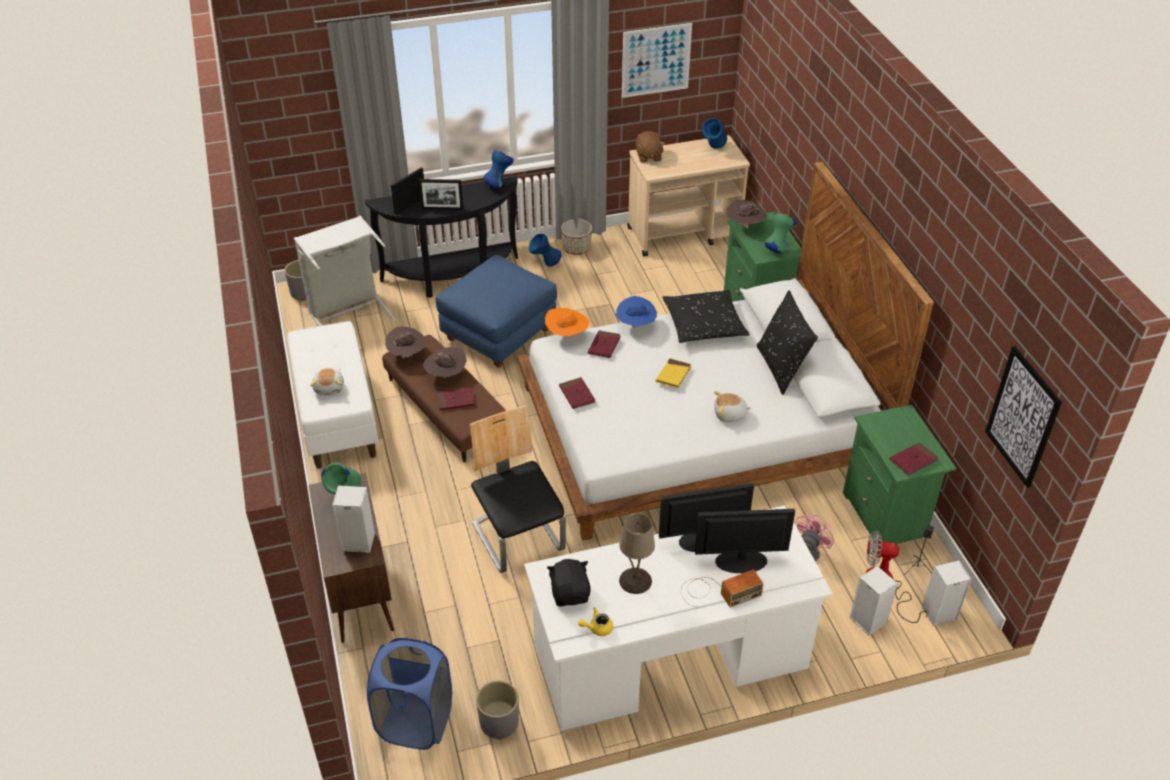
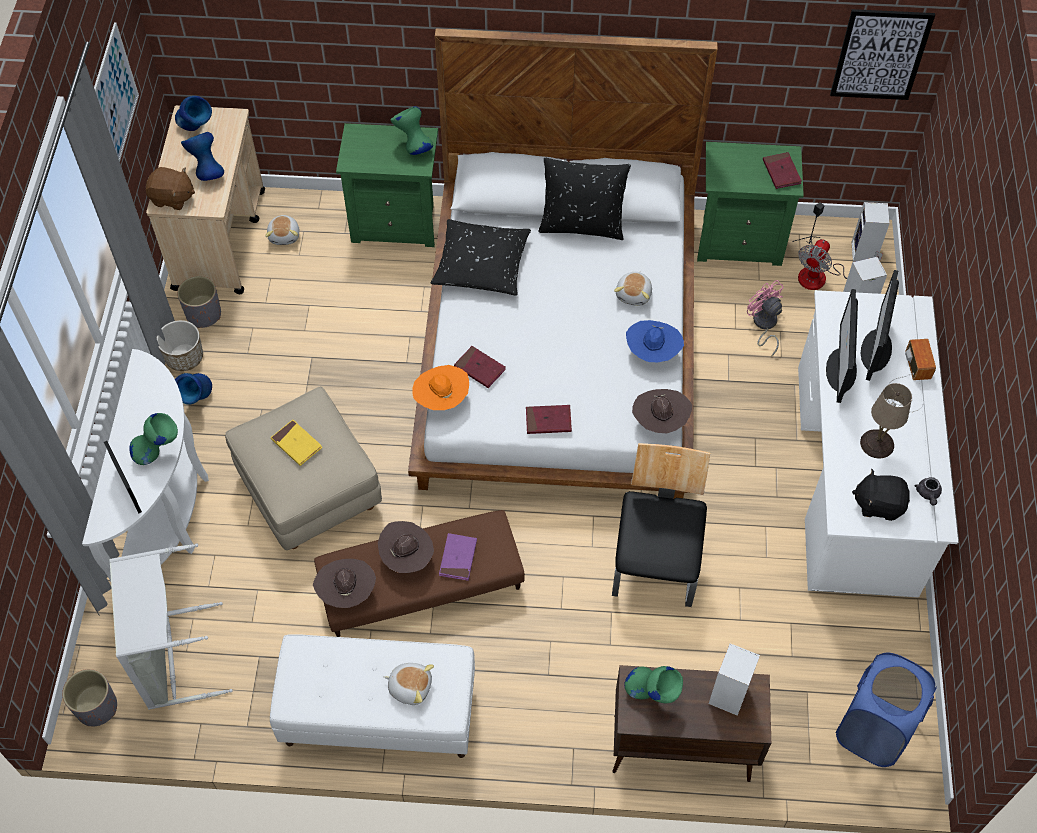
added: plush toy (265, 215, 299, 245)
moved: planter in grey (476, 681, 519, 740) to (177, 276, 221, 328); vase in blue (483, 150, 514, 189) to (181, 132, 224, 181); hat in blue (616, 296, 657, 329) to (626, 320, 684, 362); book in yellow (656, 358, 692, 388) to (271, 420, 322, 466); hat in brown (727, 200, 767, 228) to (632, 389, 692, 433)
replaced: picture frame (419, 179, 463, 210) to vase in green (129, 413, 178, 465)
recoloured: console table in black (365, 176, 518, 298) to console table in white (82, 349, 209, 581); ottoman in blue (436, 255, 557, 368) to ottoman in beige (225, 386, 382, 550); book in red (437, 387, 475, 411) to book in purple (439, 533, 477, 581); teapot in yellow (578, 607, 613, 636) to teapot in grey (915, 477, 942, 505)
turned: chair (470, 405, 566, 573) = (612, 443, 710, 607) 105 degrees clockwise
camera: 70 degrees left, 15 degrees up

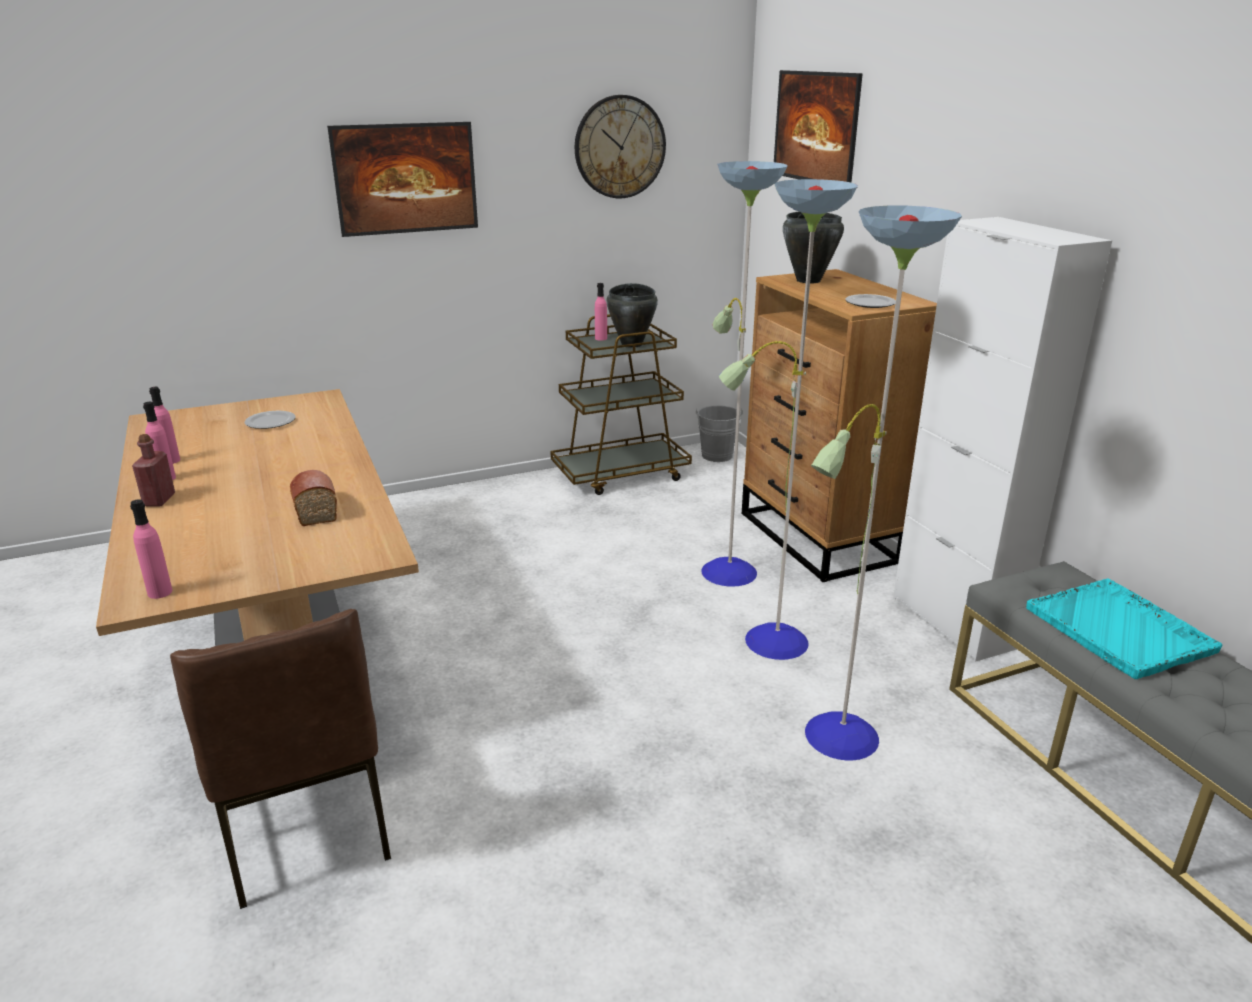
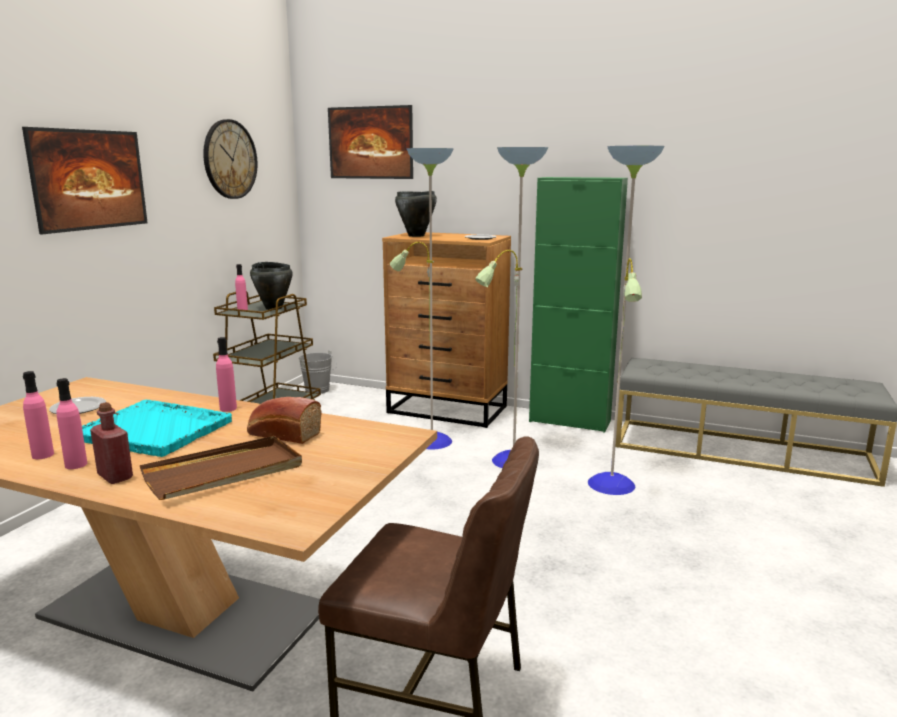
added: tray in brown (140, 436, 302, 500)
moved: bottle in pink (130, 499, 172, 599) to (216, 337, 237, 412); tray in turquoise (1026, 579, 1222, 679) to (82, 400, 232, 457)
recoloured: cabinet in white (893, 217, 1112, 662) to cabinet in green (529, 177, 628, 433)
camera: 45 degrees left, 10 degrees down

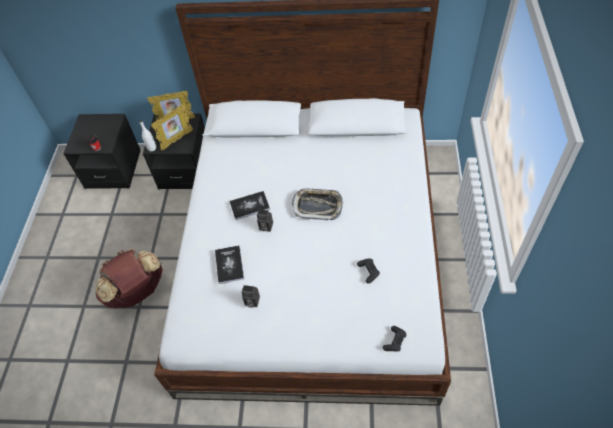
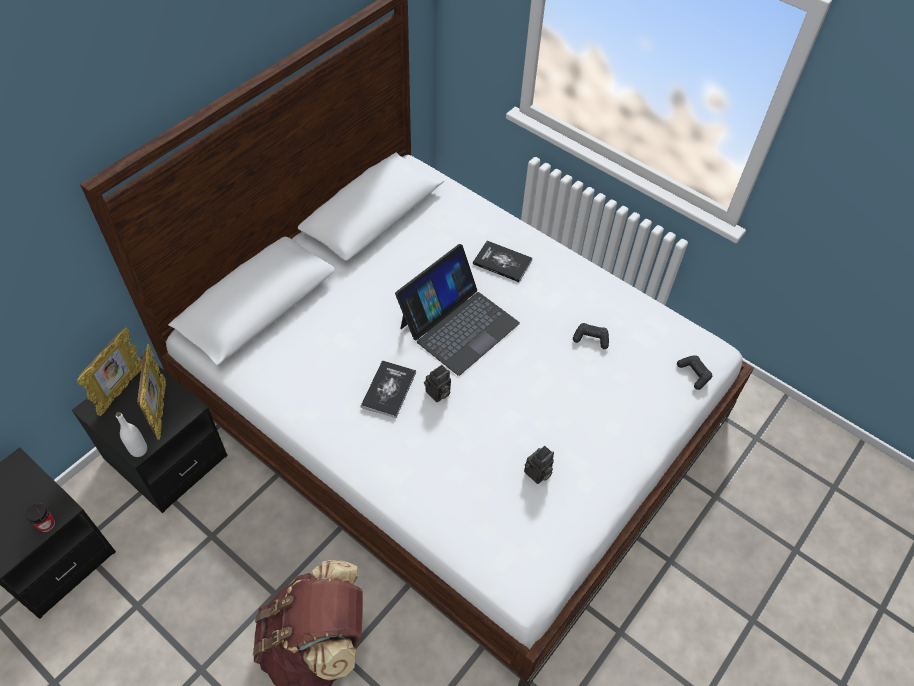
moved: book (215, 245, 244, 284) to (473, 241, 532, 282)
replaced: tray (292, 189, 343, 220) to laptop (395, 244, 520, 376)
camera: 60 degrees left, 0 degrees up

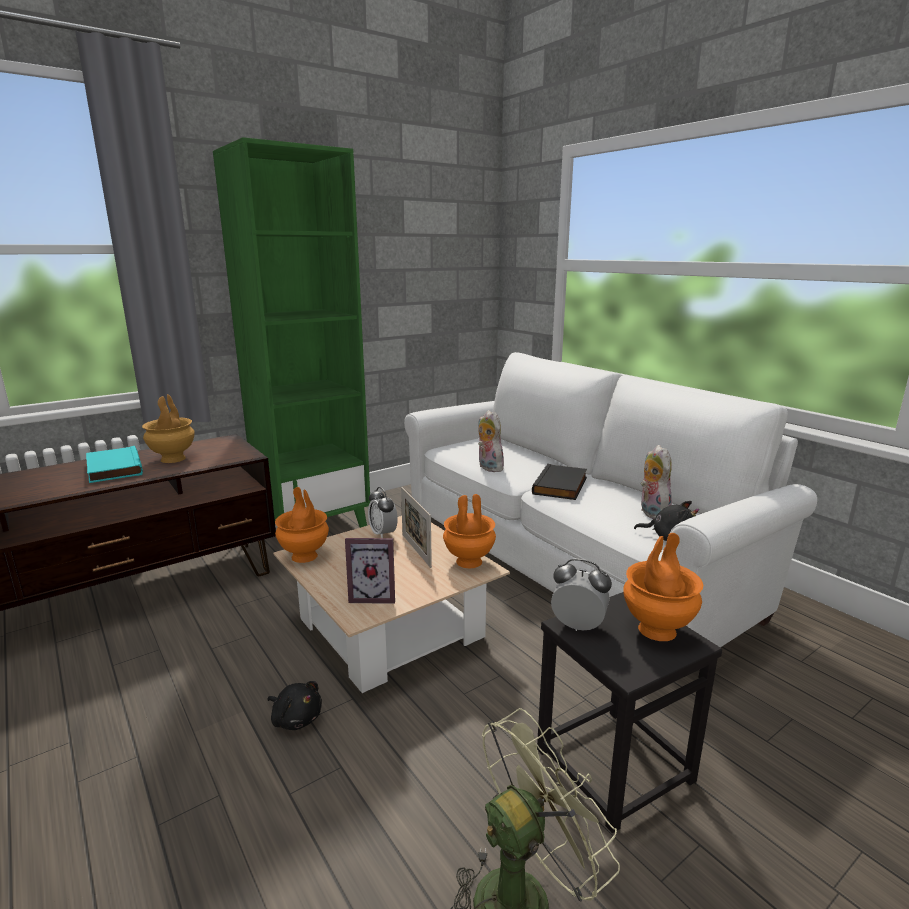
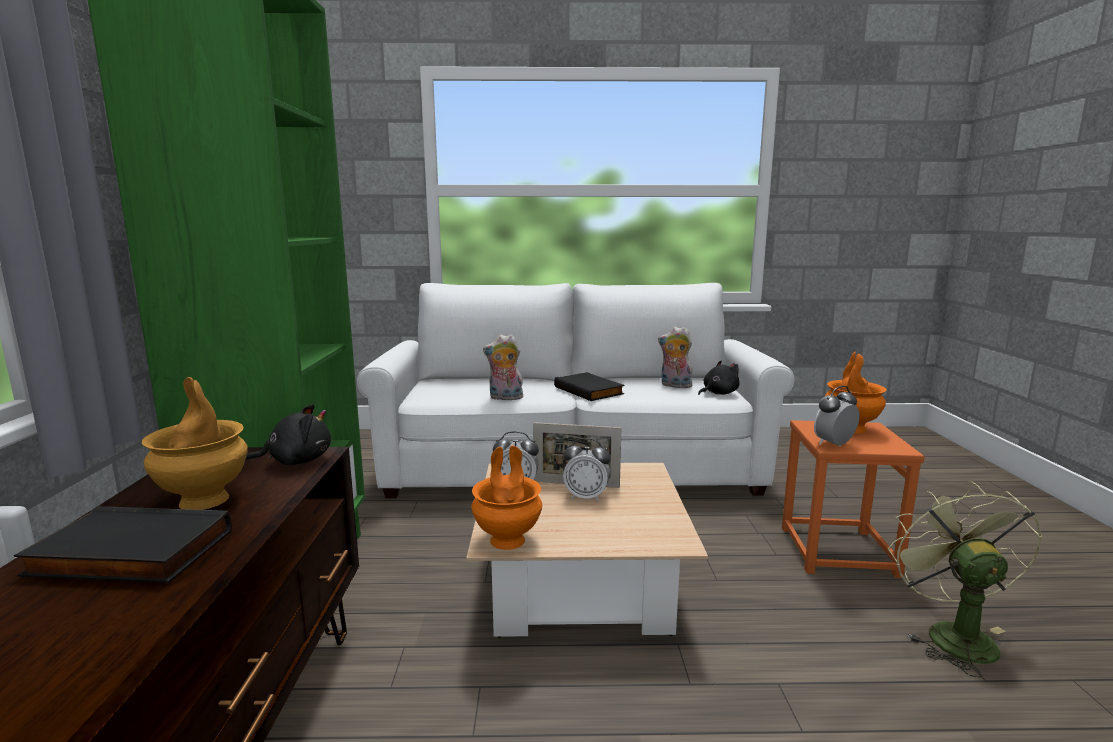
removed: picture frame (345, 538, 395, 604); vase in orange (443, 494, 496, 568)
added: alarm clock (563, 438, 611, 502)
moved: plush toy in black (267, 681, 322, 730) to (245, 404, 331, 465)
recoloured: book in turquoise (86, 446, 143, 483) to book in black (14, 507, 232, 583); stool in black (537, 592, 722, 833) to stool in orange (782, 420, 925, 578)
camera: 55 degrees left, 5 degrees down

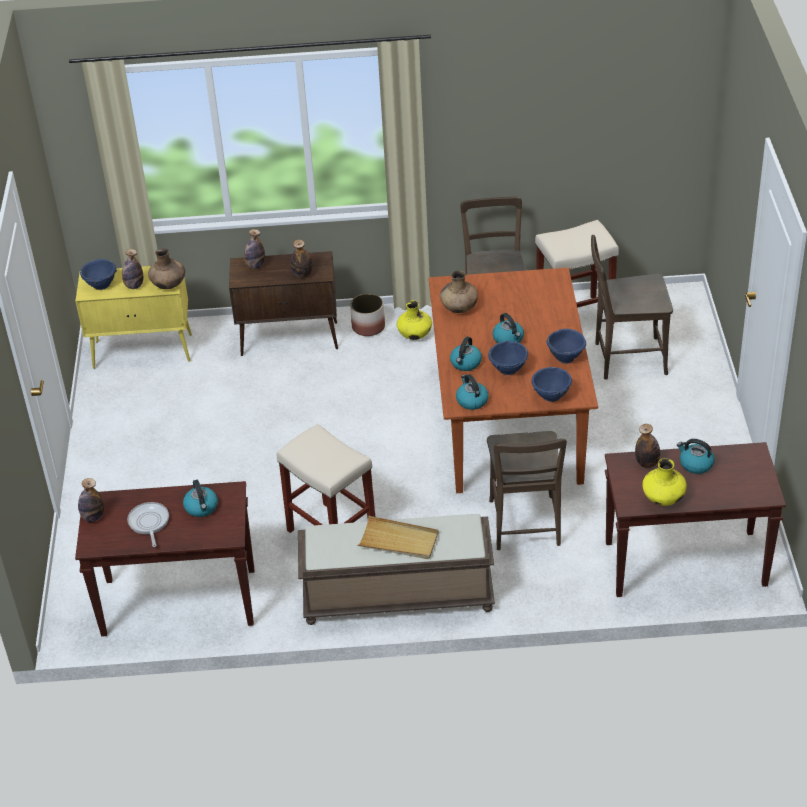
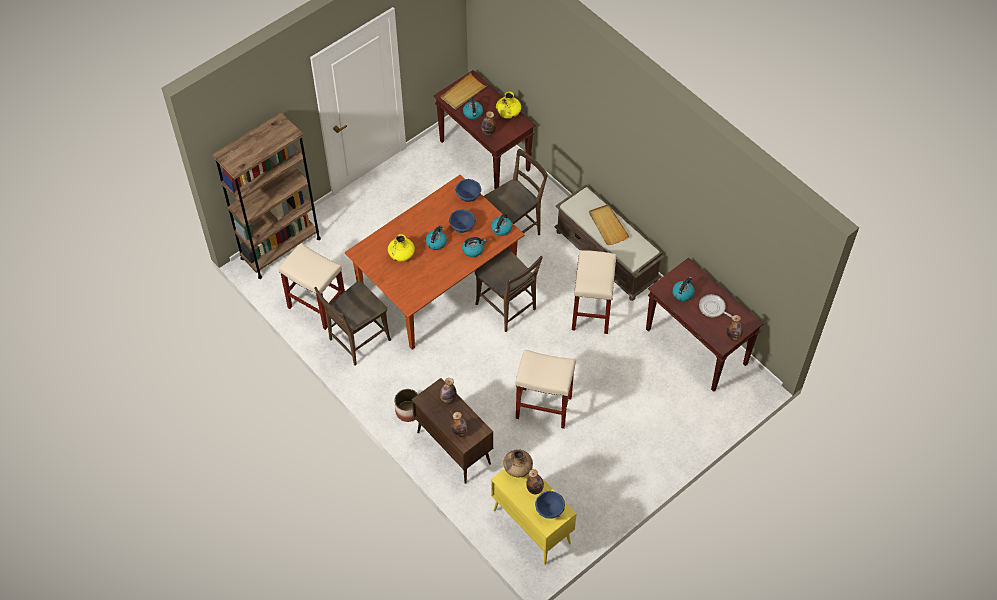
removed: vase in brown (440, 270, 478, 313); bowl in blue (546, 329, 586, 364)
added: bookcase in brown (212, 112, 321, 279); tray in beige (441, 73, 487, 110); stool in beige (515, 349, 576, 429)
moved: vase in yellow (397, 300, 432, 340) to (388, 234, 415, 262); chair in brown (591, 235, 673, 380) to (475, 248, 543, 332)
turned: frying pan (127, 502, 169, 547) = (699, 294, 732, 318) 90 degrees clockwise
camera: 130 degrees left, 15 degrees up

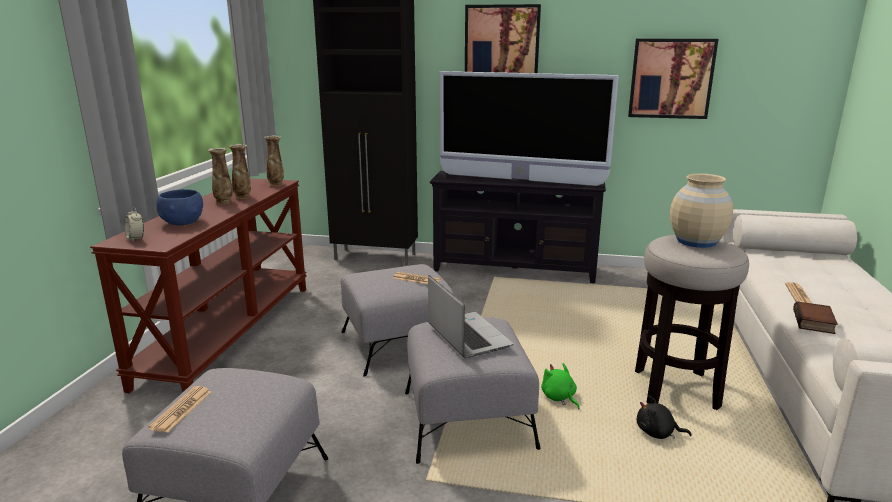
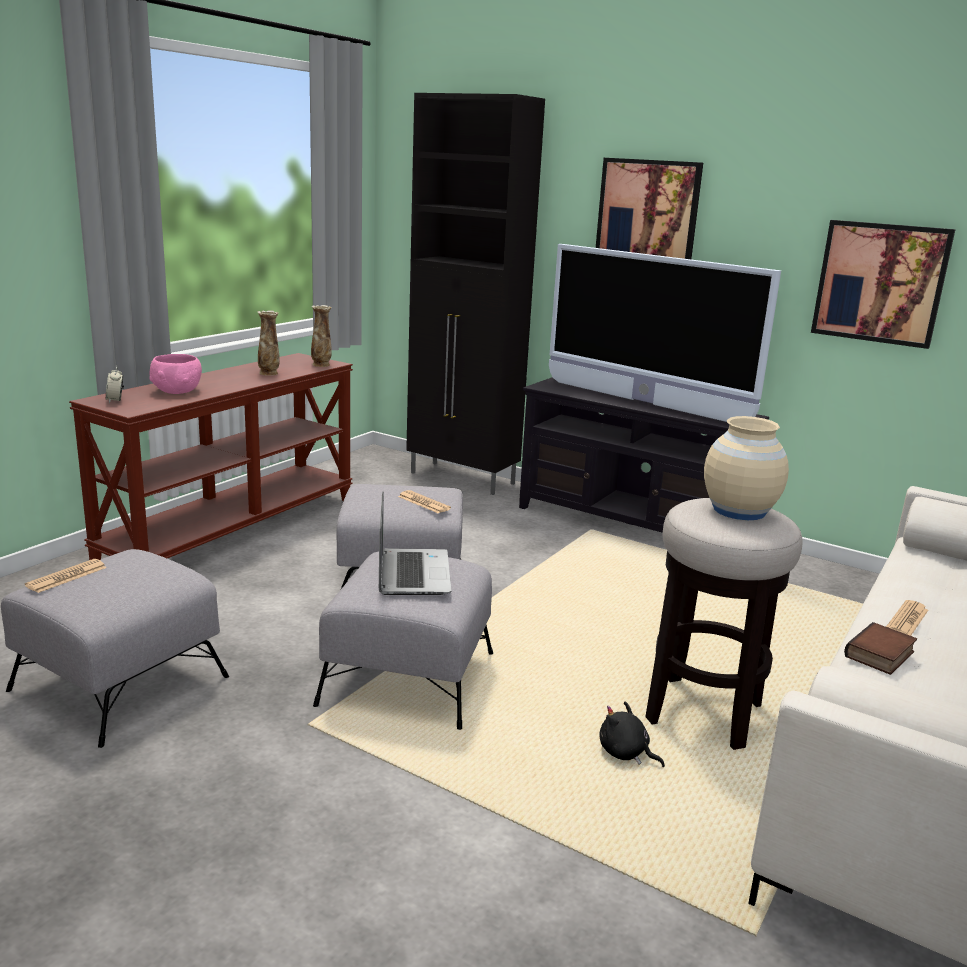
removed: vase (208, 148, 233, 204); plush toy in green (541, 363, 580, 409)
recoloured: bowl in blue (156, 189, 203, 225) to bowl in pink (150, 354, 202, 394)
camera: 20 degrees right, 0 degrees up

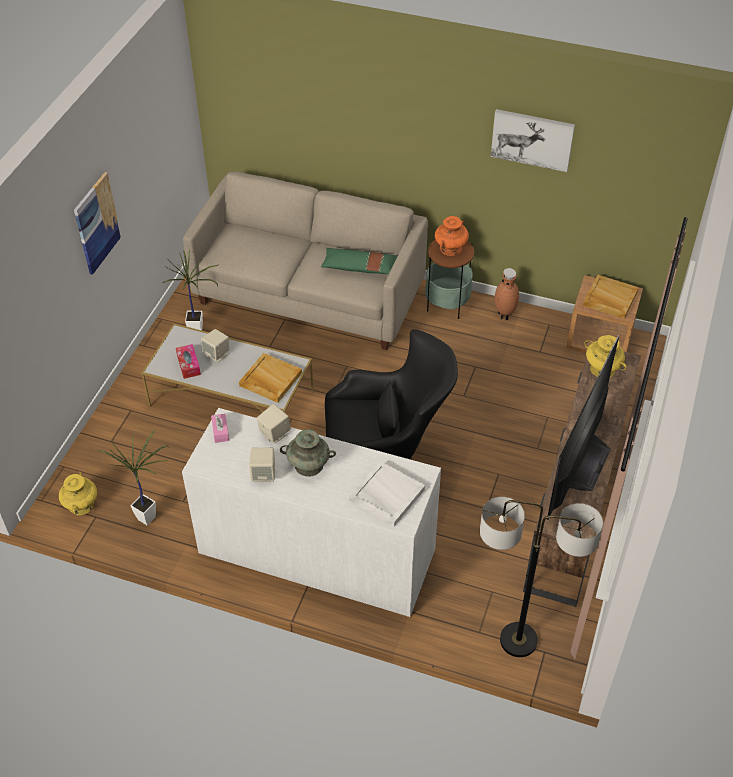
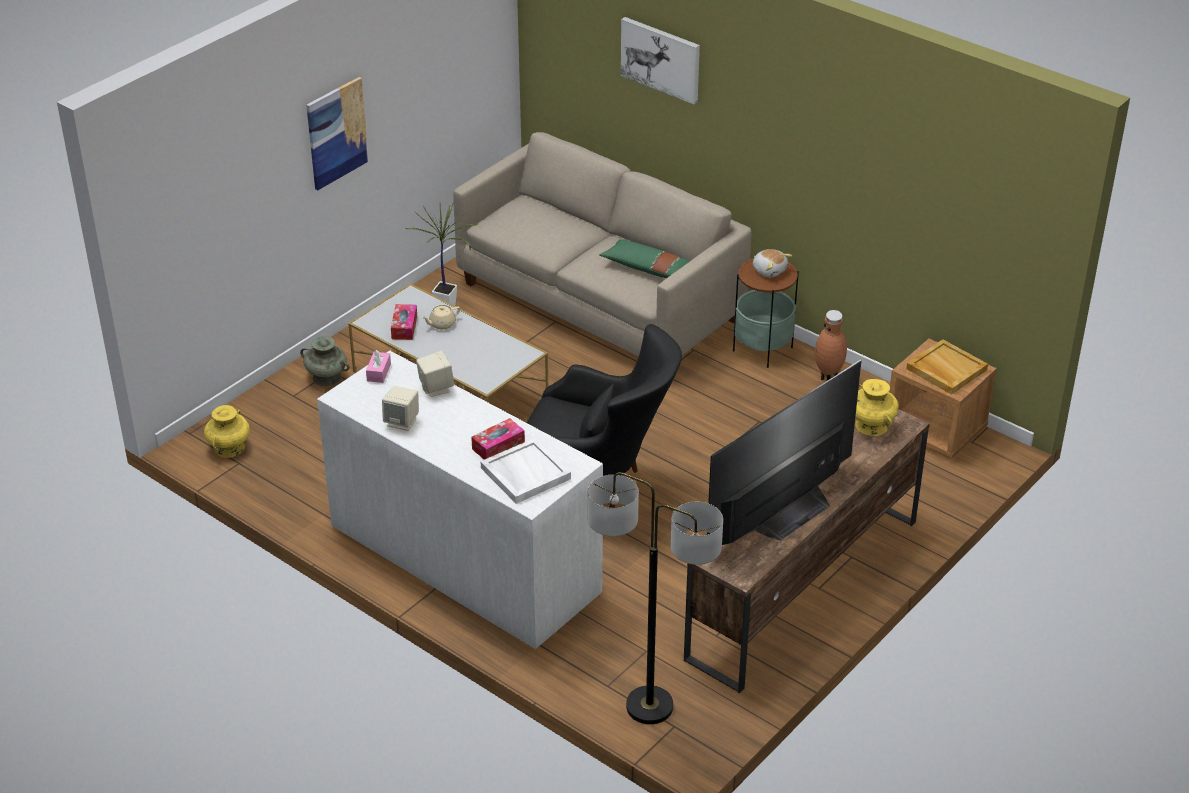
removed: potted plant (98, 429, 168, 525); tray in beige (239, 353, 302, 403)
added: tissue box (471, 418, 525, 460)
moved: vase in turquoise (280, 429, 336, 477) to (300, 336, 350, 386); picture (491, 109, 575, 172) to (621, 17, 700, 105)
replaced: speaker in beige (201, 329, 229, 362) to teapot in beige (421, 305, 460, 330); vase in orange (435, 216, 469, 256) to plush toy (753, 249, 792, 278)
camera: 20 degrees right, 10 degrees down

